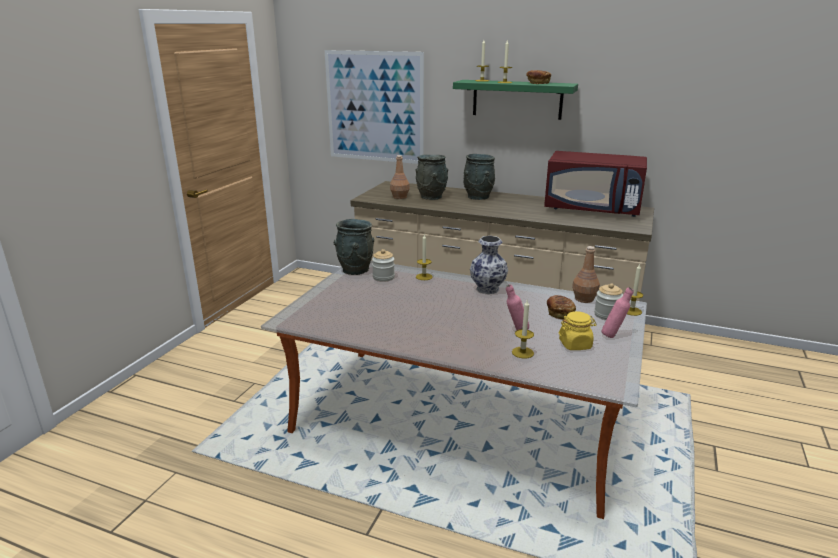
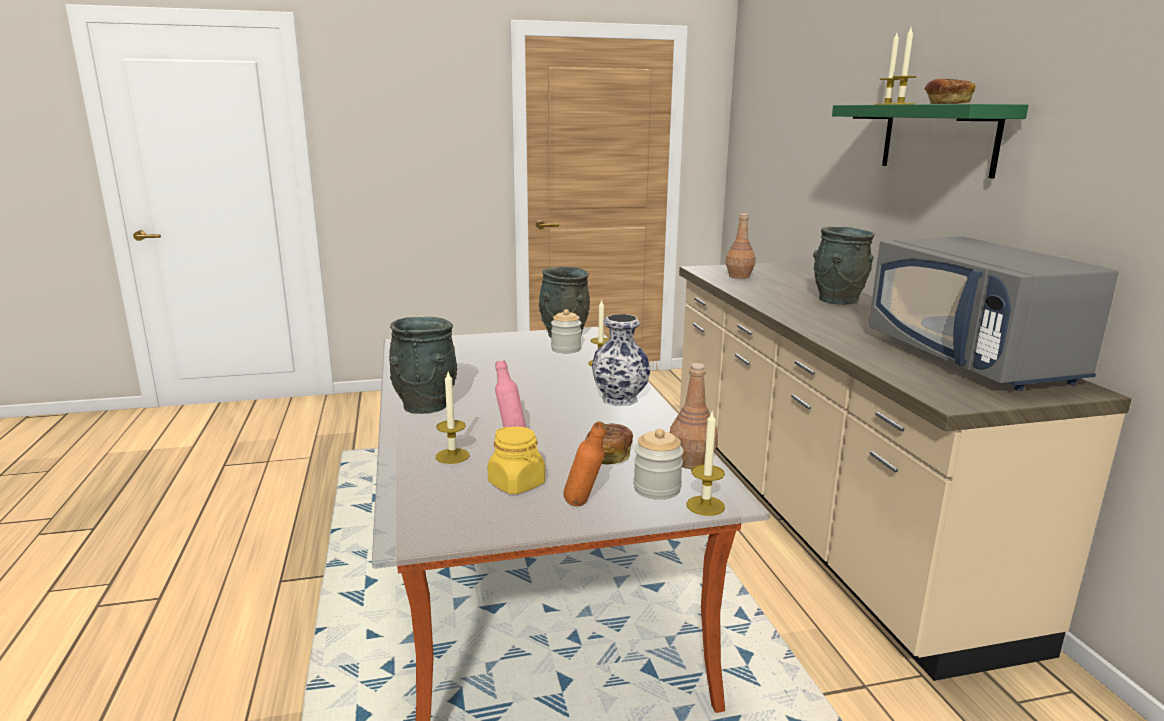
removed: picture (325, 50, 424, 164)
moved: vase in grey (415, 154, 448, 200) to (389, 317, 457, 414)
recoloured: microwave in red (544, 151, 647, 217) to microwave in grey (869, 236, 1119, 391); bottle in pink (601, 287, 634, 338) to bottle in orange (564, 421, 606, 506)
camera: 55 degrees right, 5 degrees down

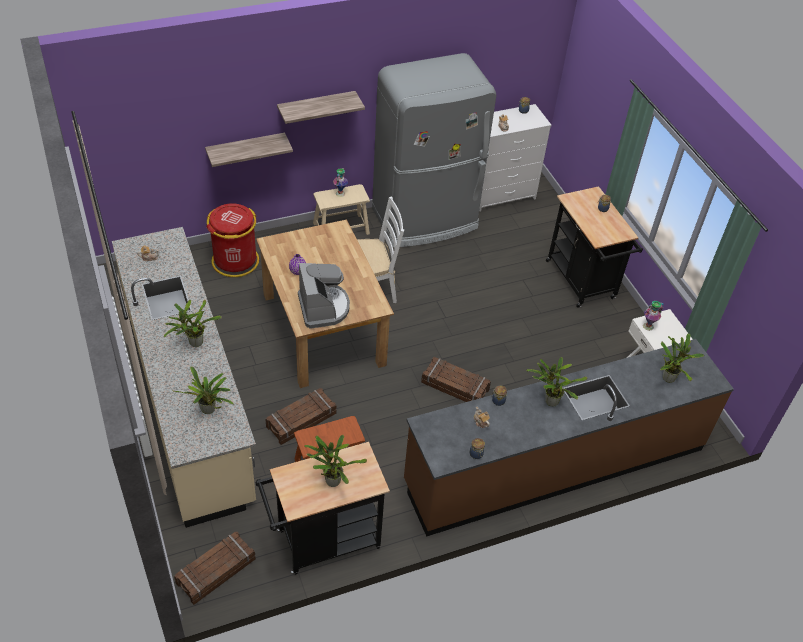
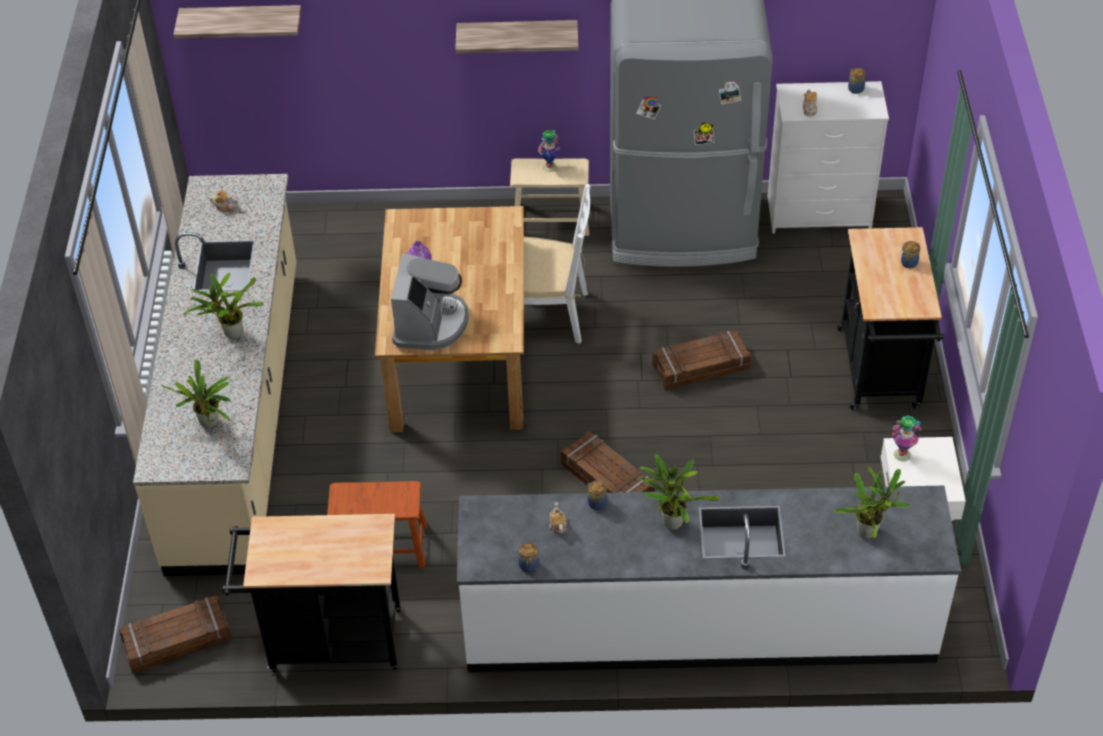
removed: trash can in red (206, 203, 259, 277); potted plant (304, 435, 367, 487)
moved: shelf (205, 133, 293, 167) to (173, 5, 301, 38); crate (265, 388, 337, 445) to (652, 330, 751, 390)
recoloured: counter in brown (404, 339, 734, 537) to counter in white (457, 486, 961, 672)
camera: 25 degrees right, 0 degrees up

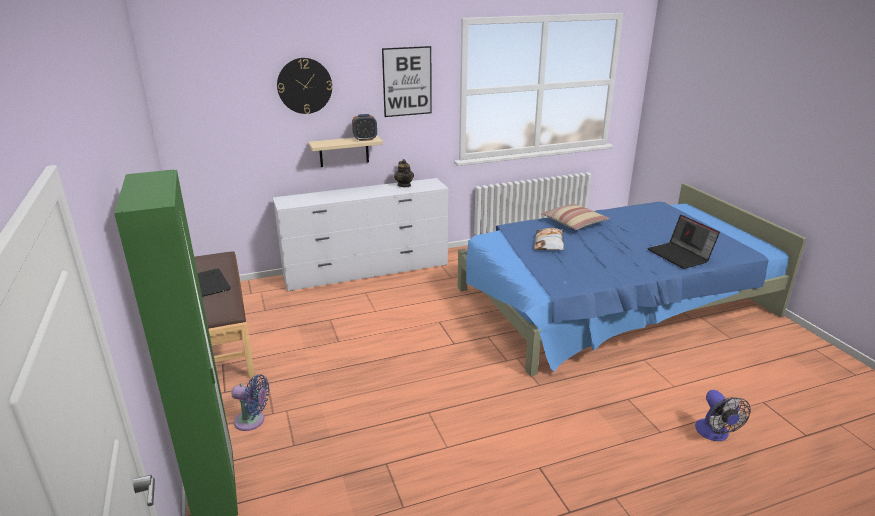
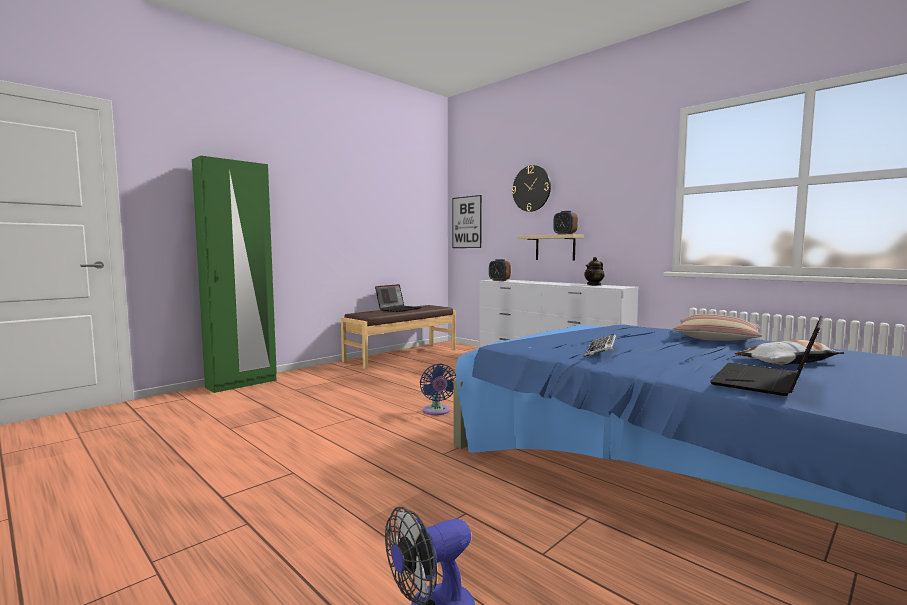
added: alarm clock (489, 259, 511, 281); keyboard (585, 334, 616, 357)
moved: fan in blue (232, 374, 270, 431) to (420, 364, 456, 415); picture (382, 46, 432, 117) to (453, 195, 482, 248); pillow (534, 228, 564, 250) to (734, 340, 845, 365)
camera: 65 degrees right, 20 degrees down

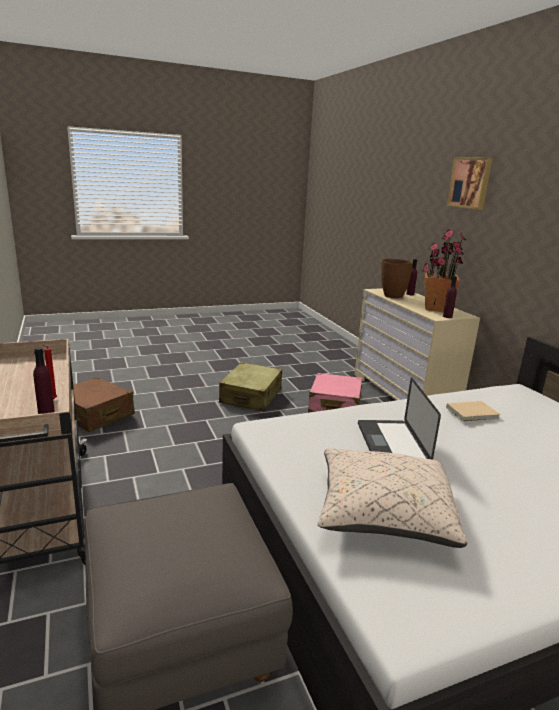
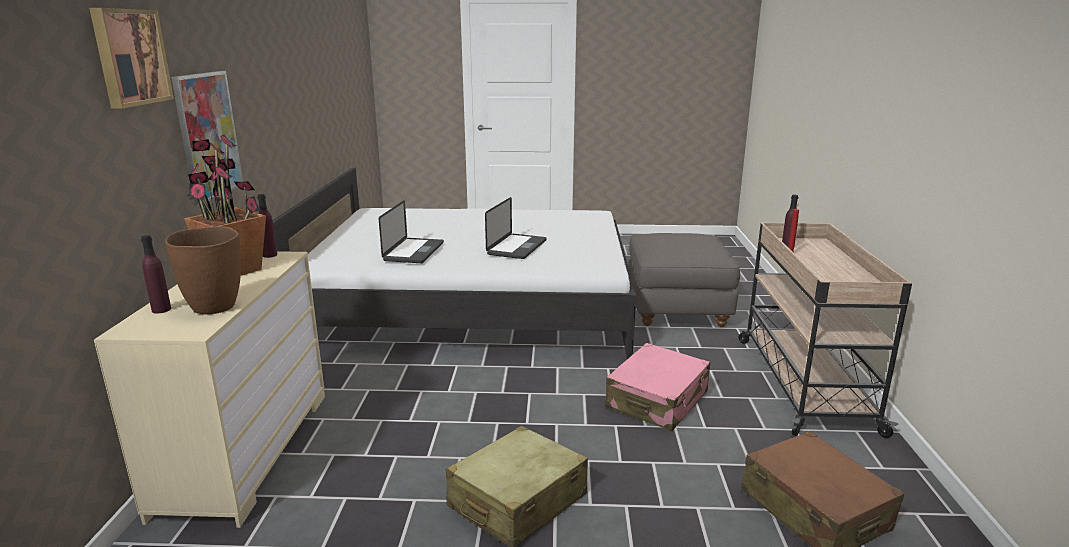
removed: pillow in beige (318, 448, 467, 548)
added: picture (171, 71, 243, 205)
moved: suitcase in pink (308, 373, 362, 413) to (605, 343, 710, 431)
replaced: book in beige (446, 401, 501, 422) to laptop (379, 200, 444, 263)
camera: 155 degrees left, 0 degrees up

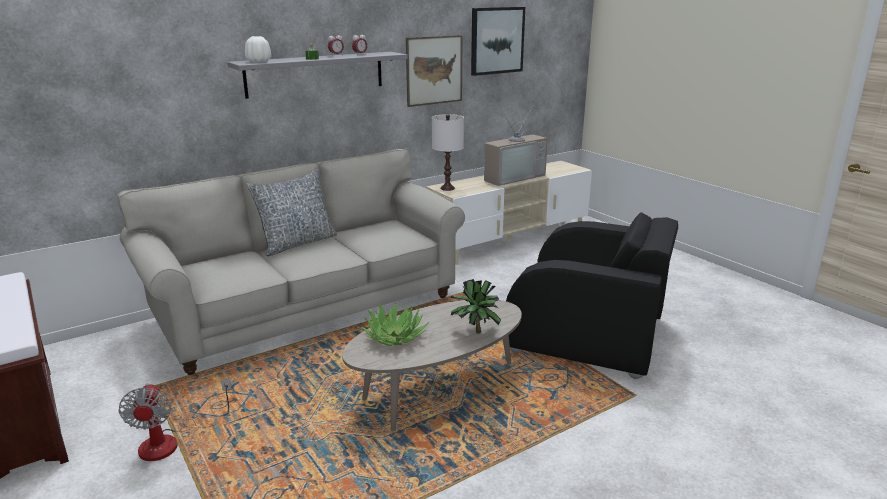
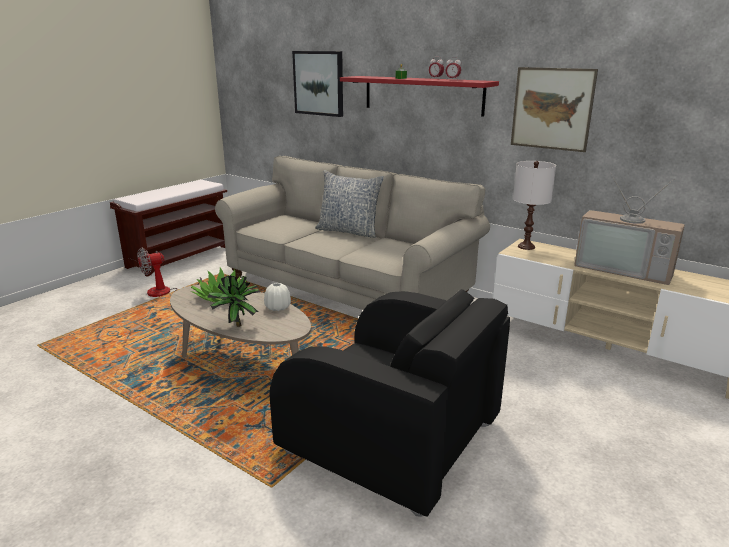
moved: vase in white (245, 36, 271, 62) to (264, 283, 291, 311); picture (471, 7, 525, 76) to (292, 51, 343, 117)
recoloured: shelf in grey (227, 52, 408, 99) to shelf in red (340, 76, 499, 117)
turned: armchair in black (506, 212, 678, 379) = (269, 289, 510, 517) 60 degrees counterclockwise
camera: 70 degrees right, 0 degrees up

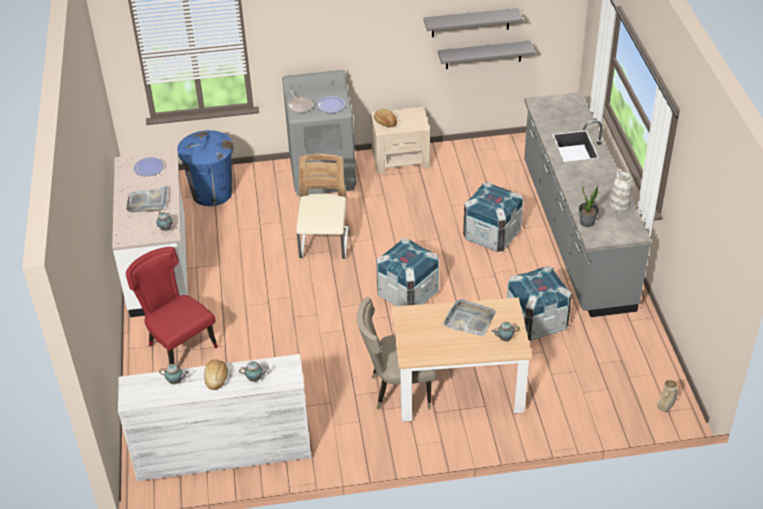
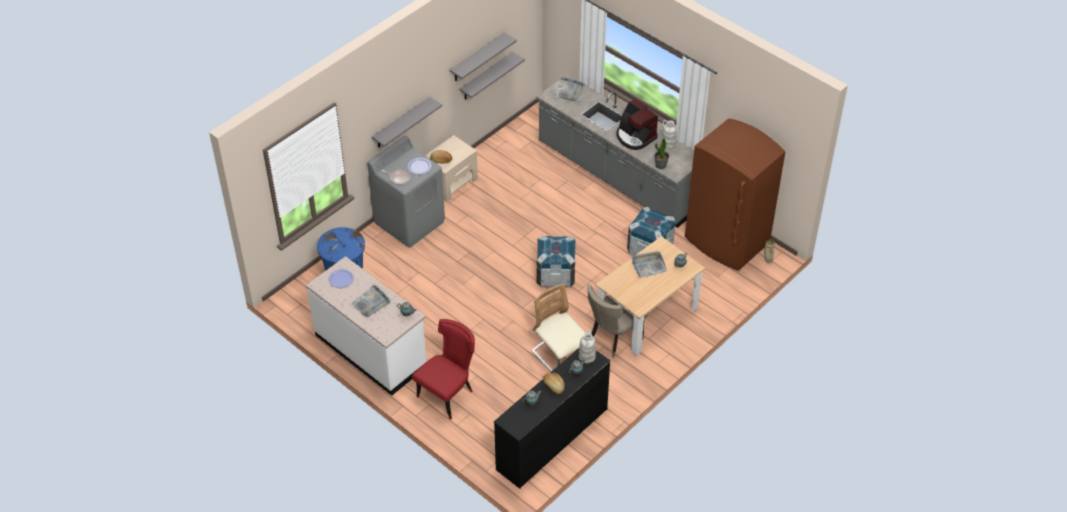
removed: crate (463, 182, 523, 252)
added: shelf in grey (372, 97, 442, 147); tray in grey (555, 77, 585, 101); vase in white (579, 329, 596, 363); coffee machine (616, 99, 658, 150); fridge in brown (685, 119, 785, 271)
moved: chair in beige (296, 154, 349, 259) to (531, 284, 585, 372)
recoloured: dresser in white (118, 354, 311, 482) to dresser in black (494, 348, 610, 489)
turned: chair in red (126, 247, 218, 365) = (412, 319, 475, 420) 120 degrees clockwise
camera: 40 degrees left, 5 degrees up

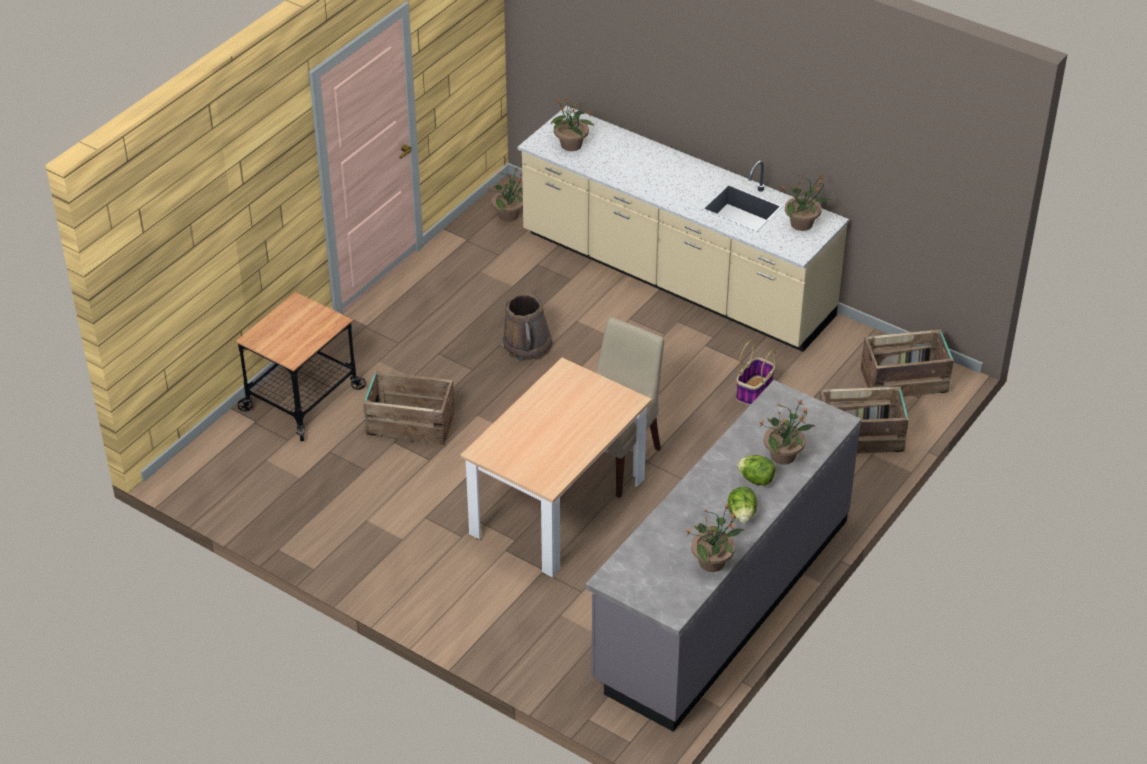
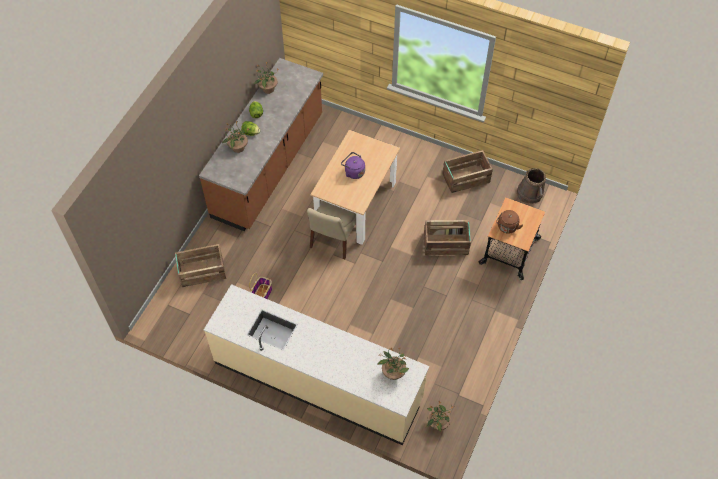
removed: potted plant (780, 174, 831, 231)
added: kettle in purple (341, 152, 365, 179); kettle in brown (496, 210, 523, 234)
moved: bucket in brown (503, 294, 553, 361) to (517, 168, 546, 204); crate (861, 330, 954, 397) to (442, 150, 493, 193)
recoloured: counter in grey (586, 380, 861, 732) to counter in brown (199, 58, 323, 231)
camera: 170 degrees right, 15 degrees up

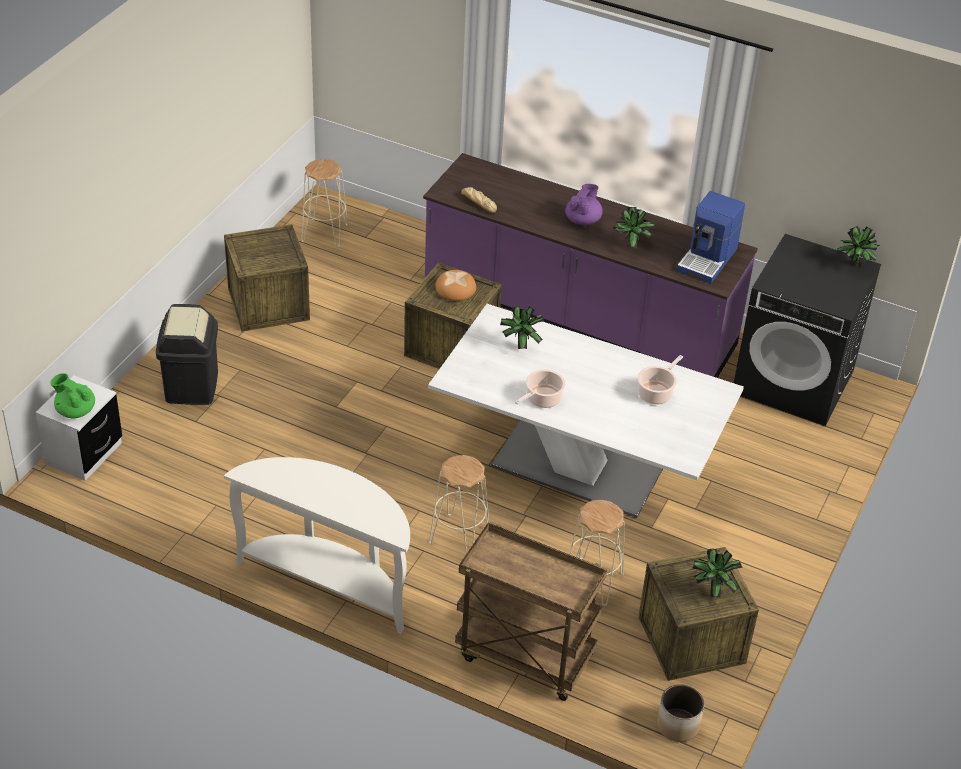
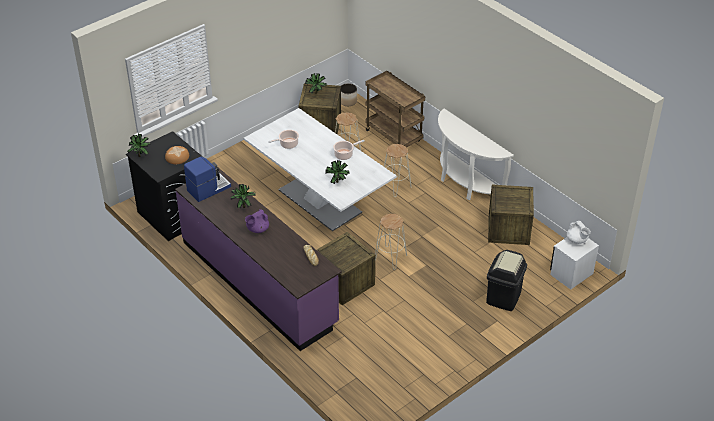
moved: crate (224, 224, 310, 332) to (488, 185, 534, 245); stool in beige (302, 159, 348, 247) to (375, 214, 407, 270); bread (435, 270, 476, 301) to (165, 146, 189, 164)
recoloured: teapot in green (51, 373, 95, 418) to teapot in white (567, 221, 591, 244)
camera: 155 degrees left, 0 degrees up

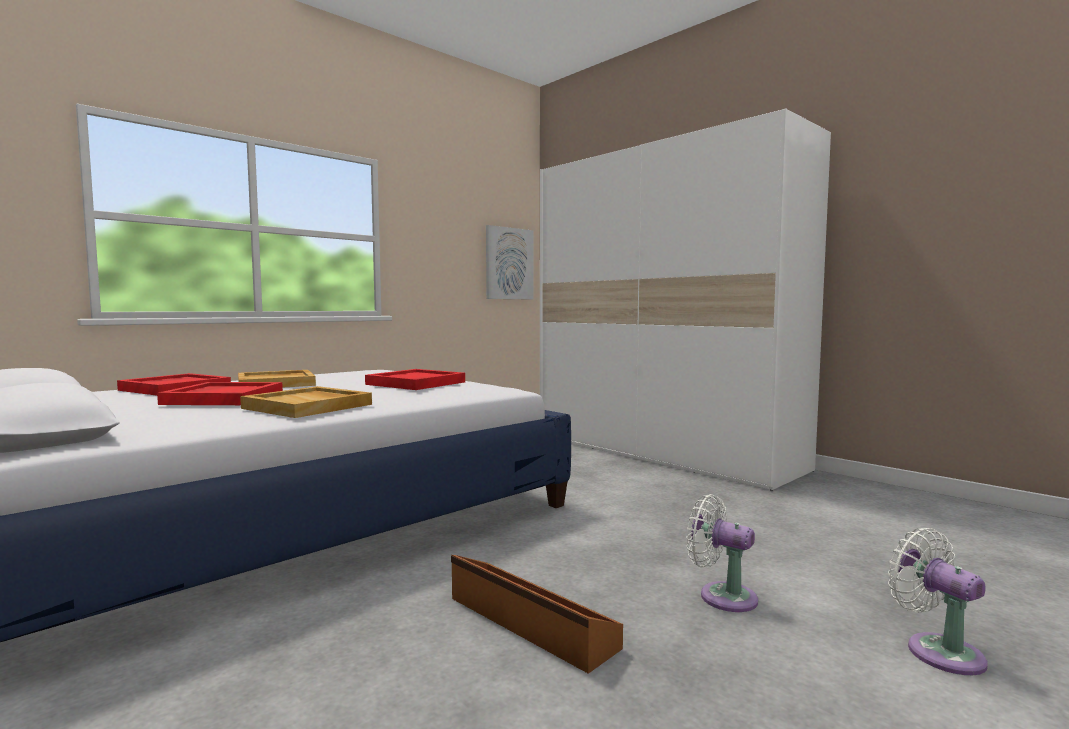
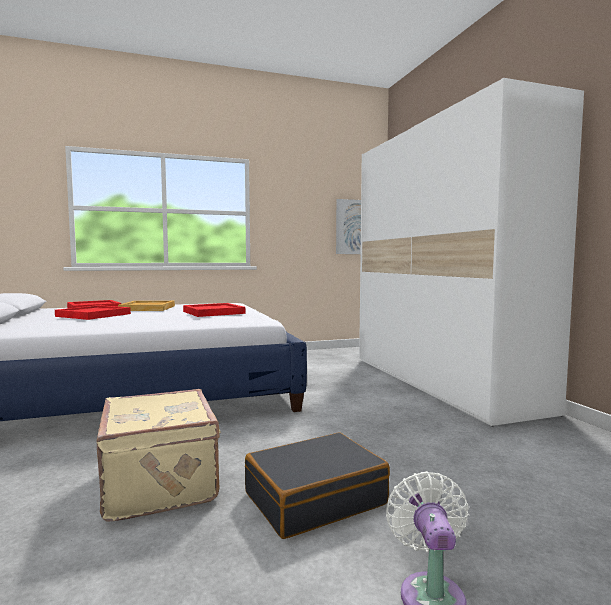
removed: tray in beige (240, 386, 372, 418)
replaced: storage box in brown (451, 555, 623, 674) to suitcase in beige (96, 389, 221, 522); fan in white (686, 494, 758, 612) to suitcase in black (245, 432, 390, 539)
camera: 25 degrees right, 0 degrees up

